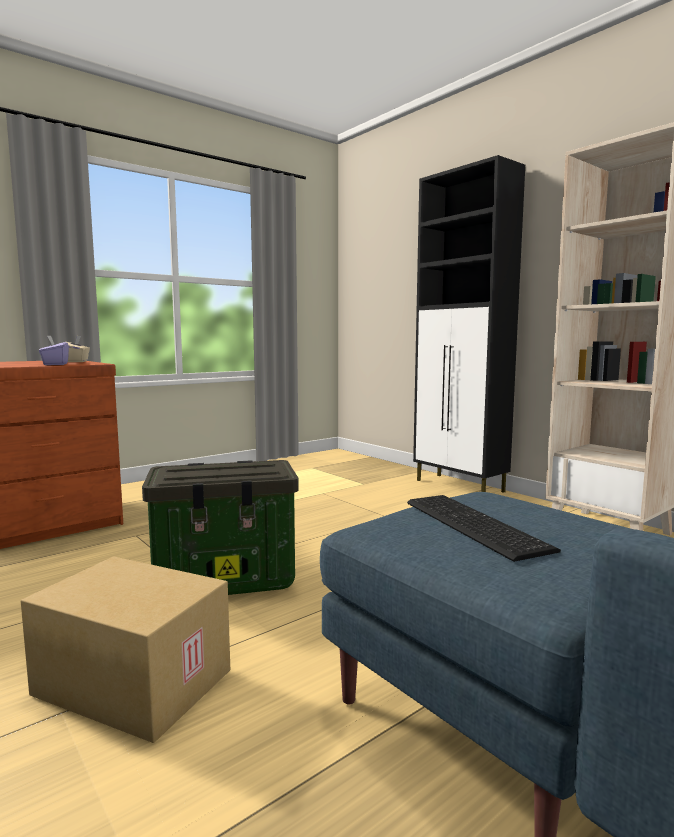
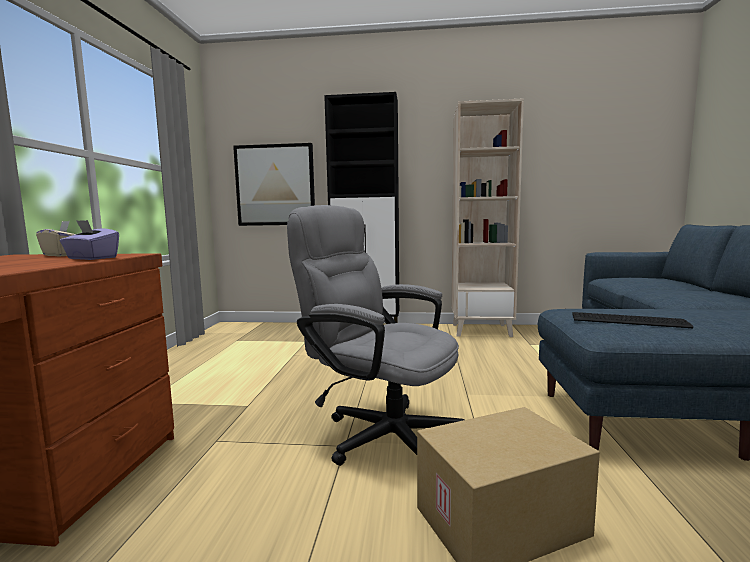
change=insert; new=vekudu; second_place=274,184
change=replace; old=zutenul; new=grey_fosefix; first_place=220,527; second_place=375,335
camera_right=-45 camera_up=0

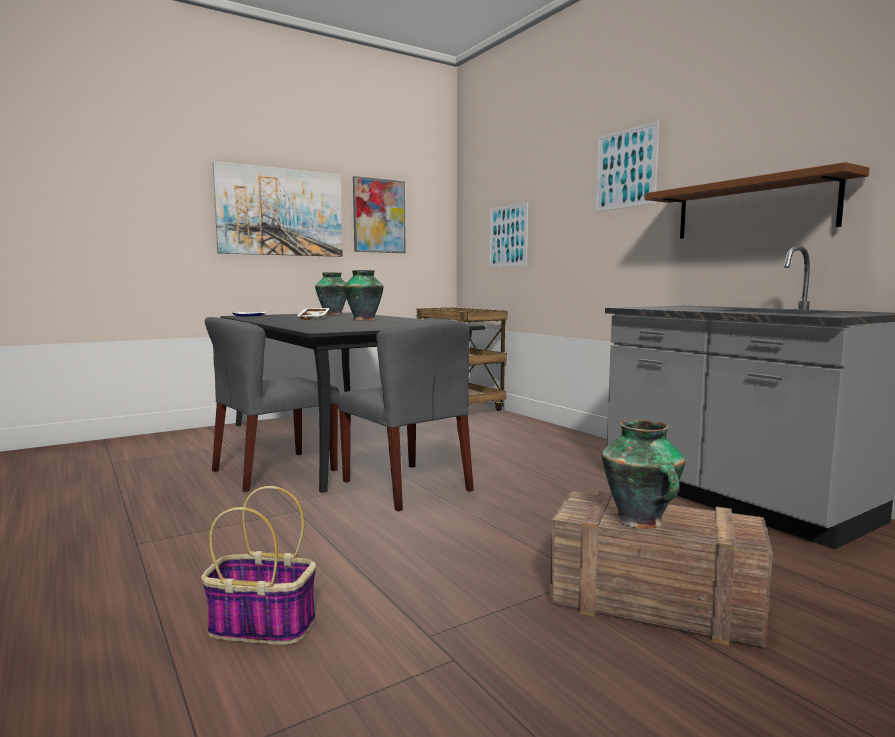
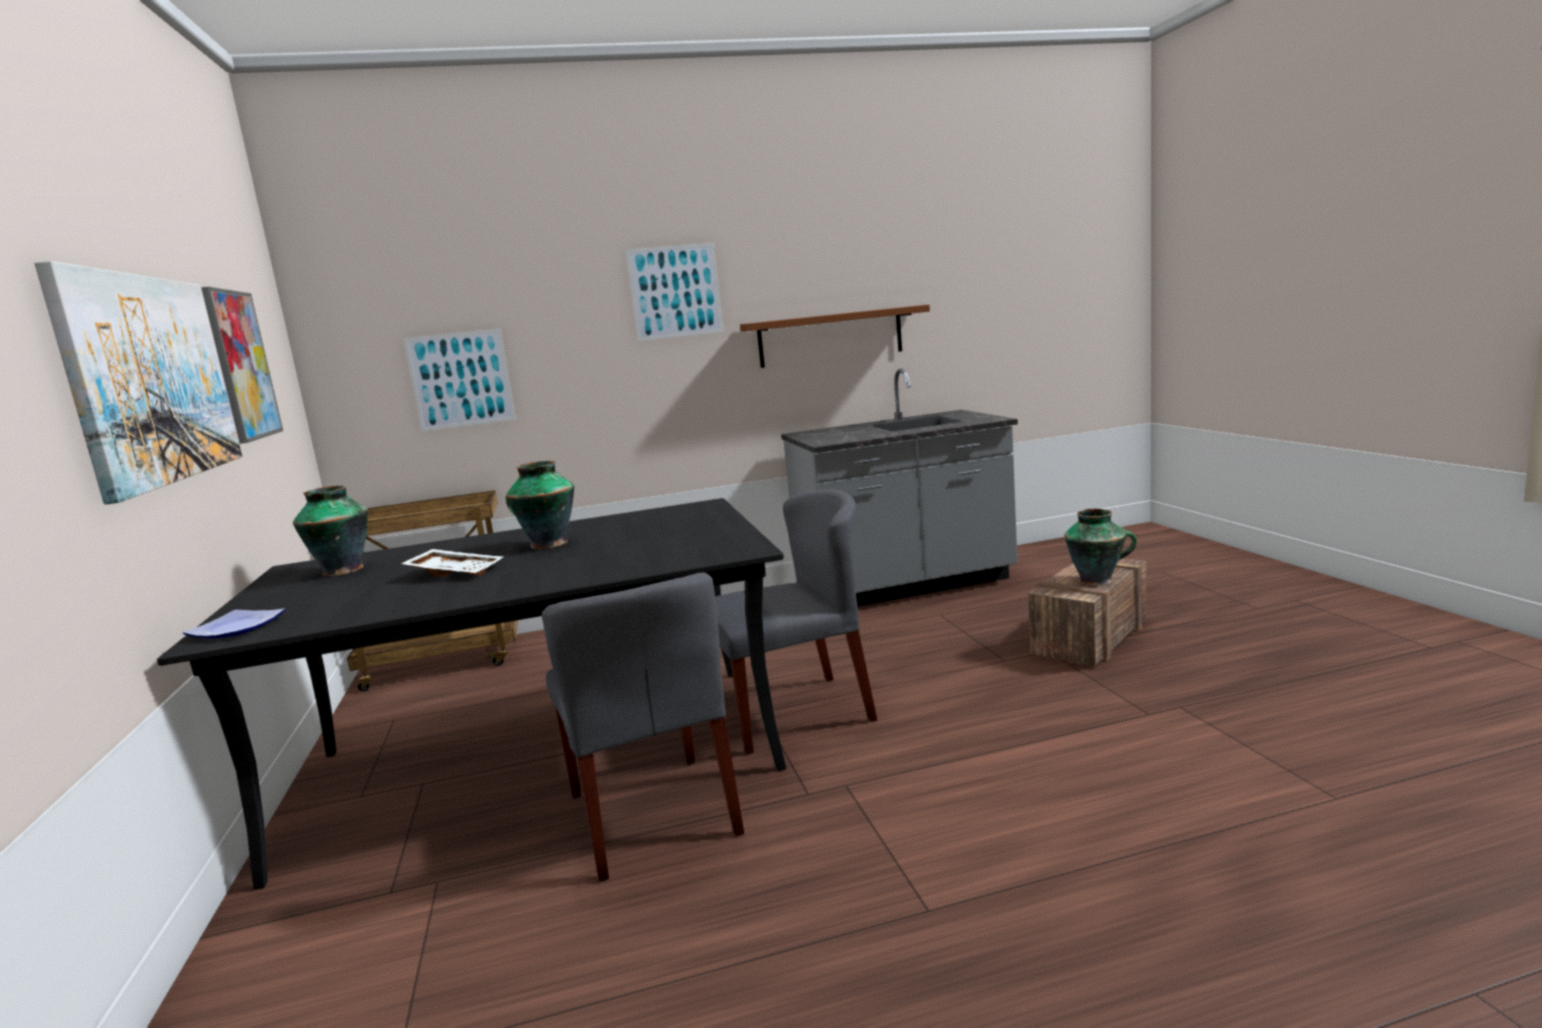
change=delete; old=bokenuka; first_place=258,565
camera_right=-70 camera_up=5

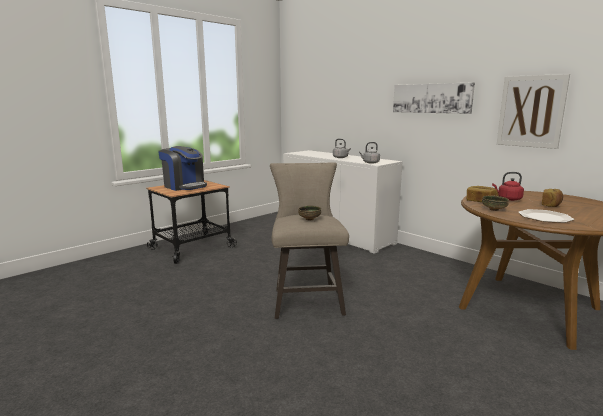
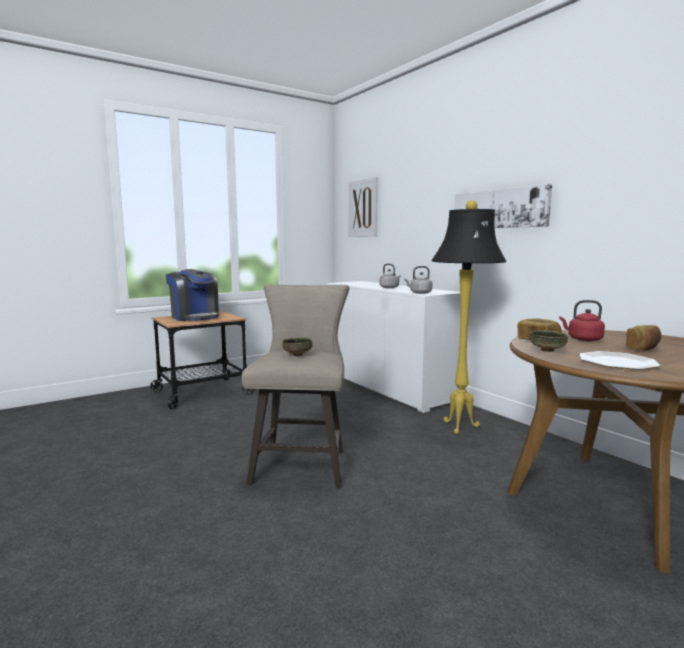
change=insert; new=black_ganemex; second_place=469,317
change=move; old=vekudu; first_place=533,111; second_place=363,207
camera_right=10 camera_up=-5

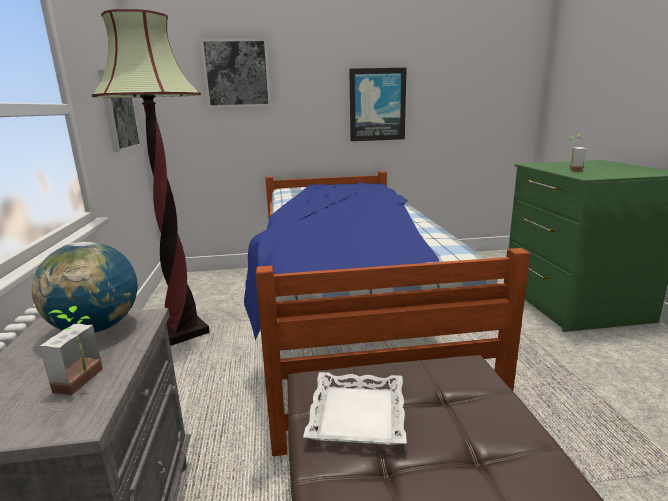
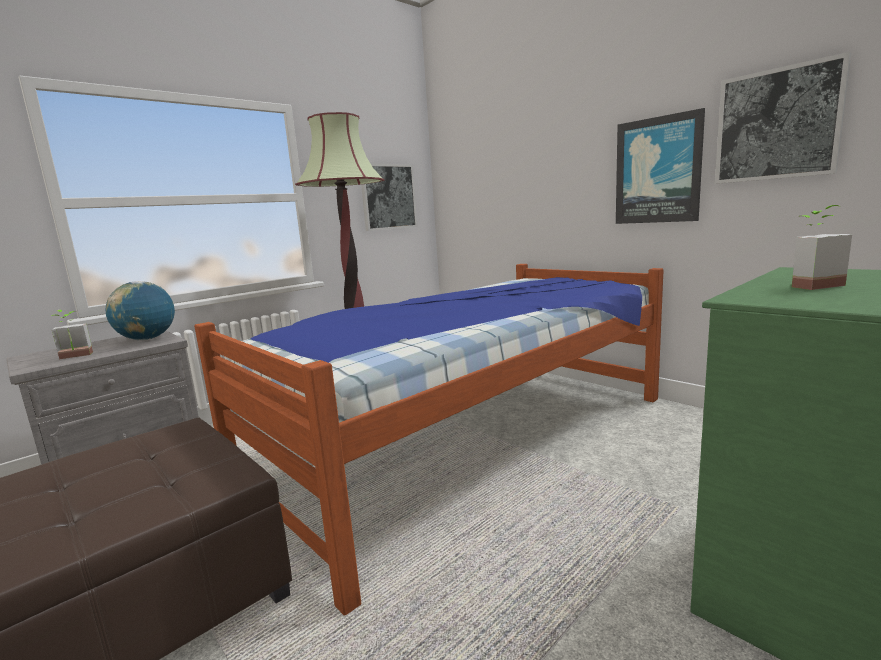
change=delete; old=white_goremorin; first_place=355,408
change=move; old=vekudu; first_place=235,73; second_place=783,118
camera_right=55 camera_up=-5

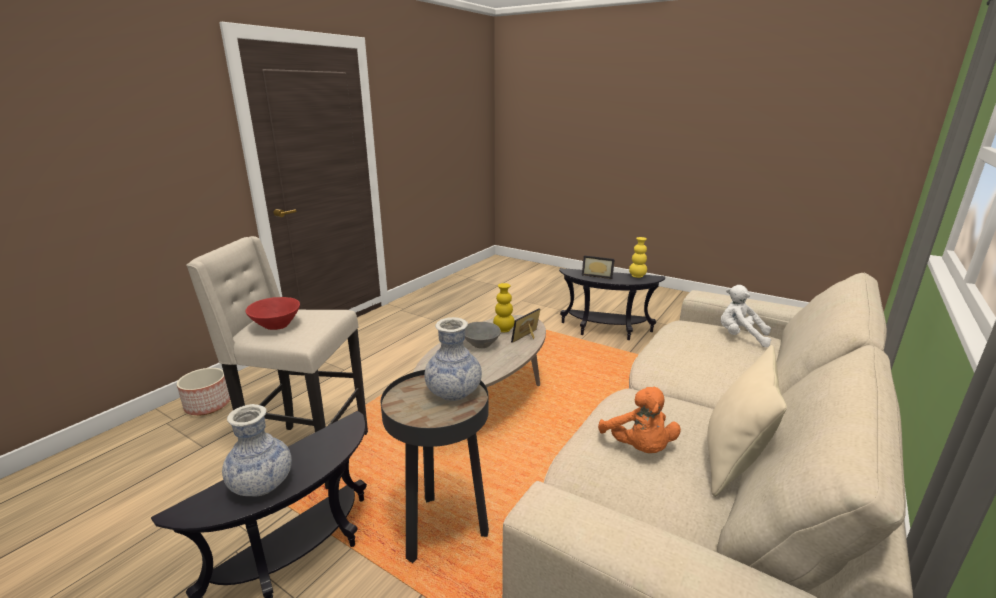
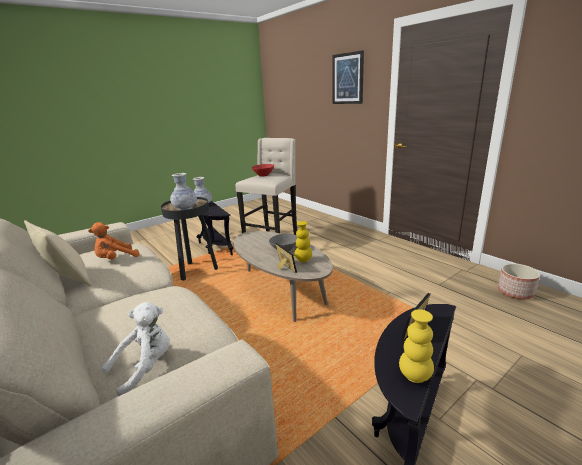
change=insert; new=vekudu; second_place=348,77
change=move; old=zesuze; first_place=203,391; second_place=519,281
change=rotate; old=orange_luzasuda; first_place=639,420; second_place=114,241; degrees=-45
camera_right=110 camera_up=0

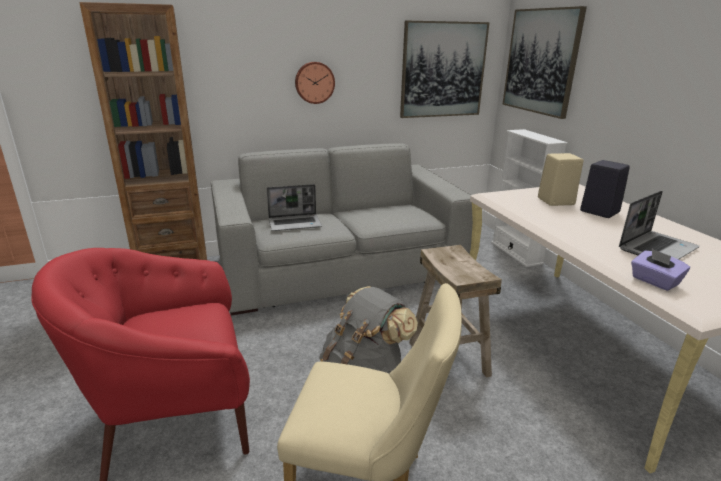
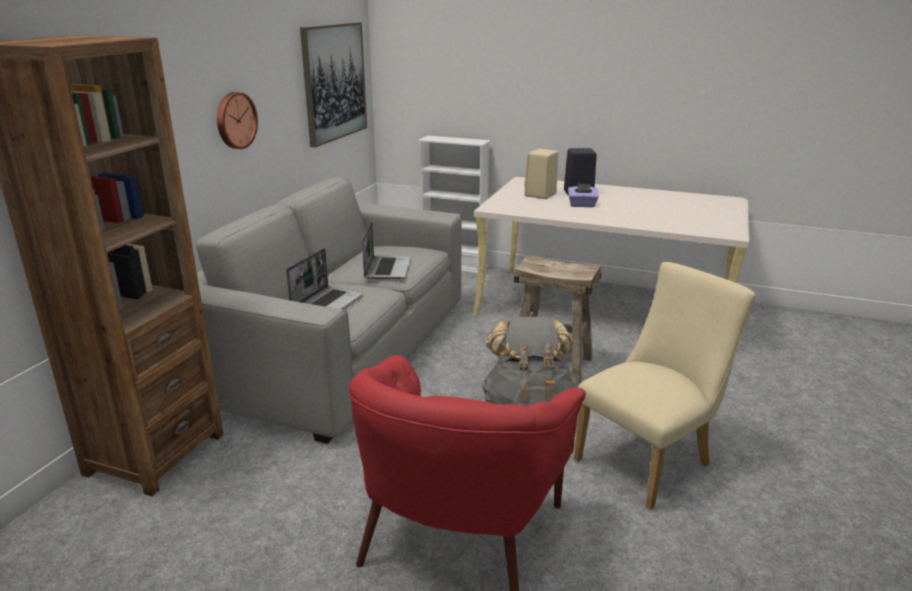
change=delete; old=vekudu; first_place=544,62
change=move; old=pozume; first_place=659,225; second_place=386,250
change=move; old=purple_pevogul; first_place=660,270; second_place=583,195
camera_right=-50 camera_up=0

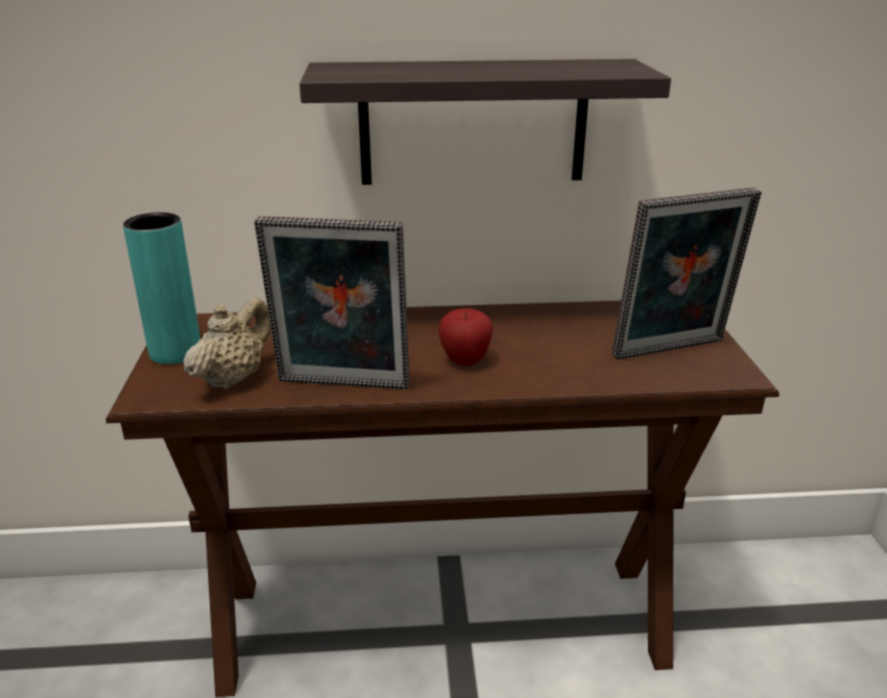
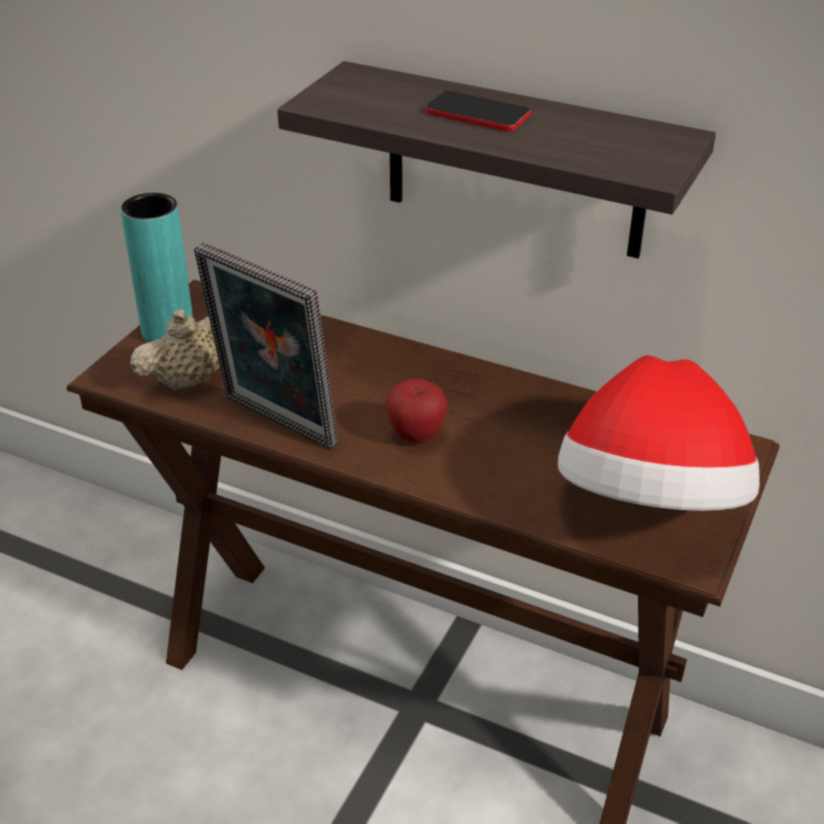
change=insert; new=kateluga; second_place=478,111
change=replace; old=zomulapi; new=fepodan; first_place=687,273; second_place=659,433
camera_right=30 camera_up=10

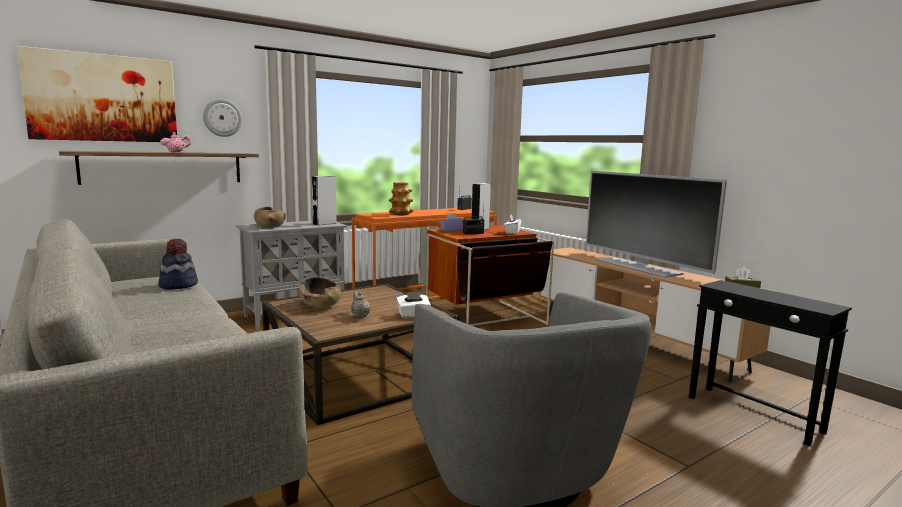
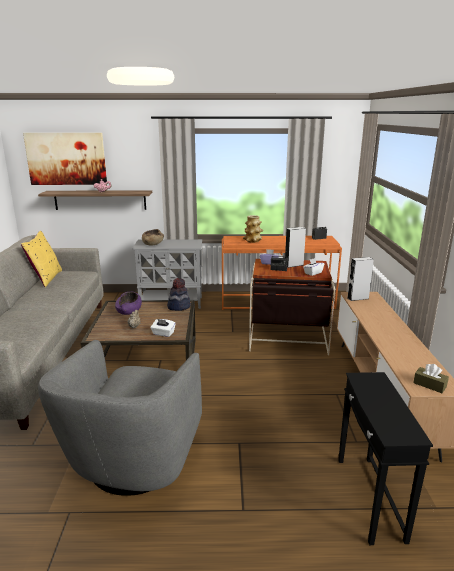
change=delete; old=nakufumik; first_place=222,118
change=delete; old=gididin; first_place=656,224
change=insert; new=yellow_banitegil; second_place=41,259
change=move; old=fepodan; first_place=178,264; second_place=179,294
change=move; old=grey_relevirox; first_place=324,201; second_place=360,279
change=recolor; old=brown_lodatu; new=purple_lodatu; first_place=320,292; second_place=128,303
camera_right=35 camera_up=10

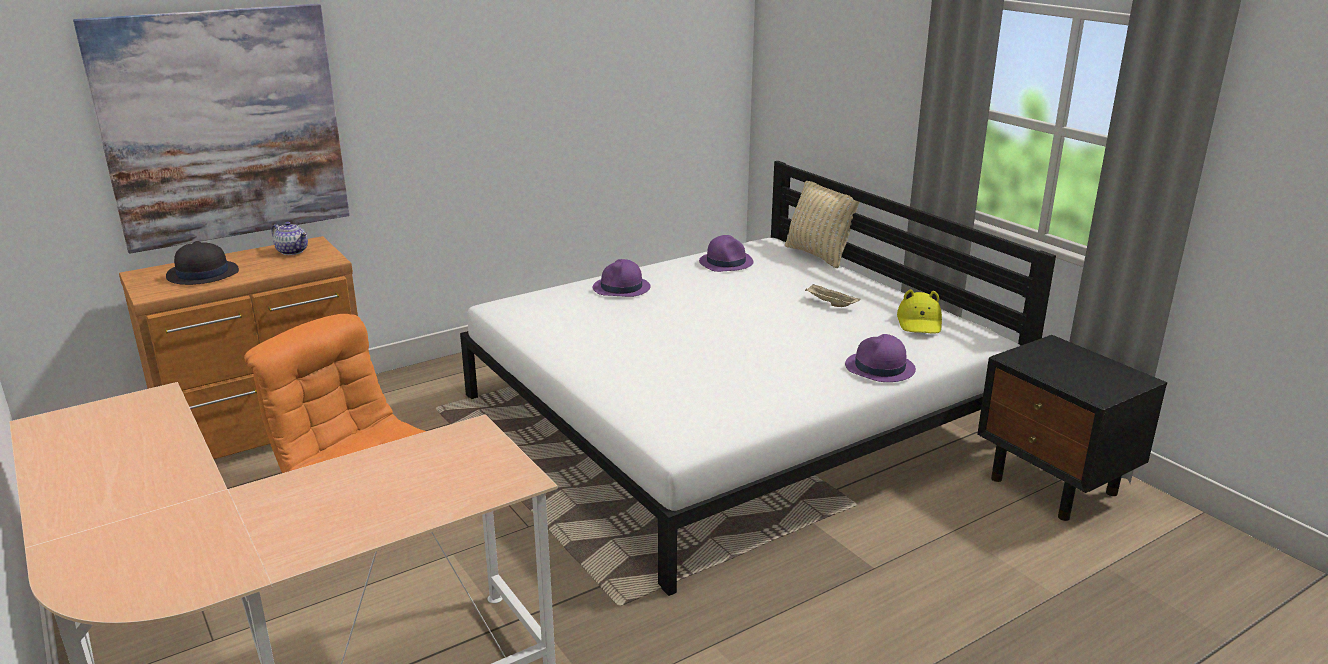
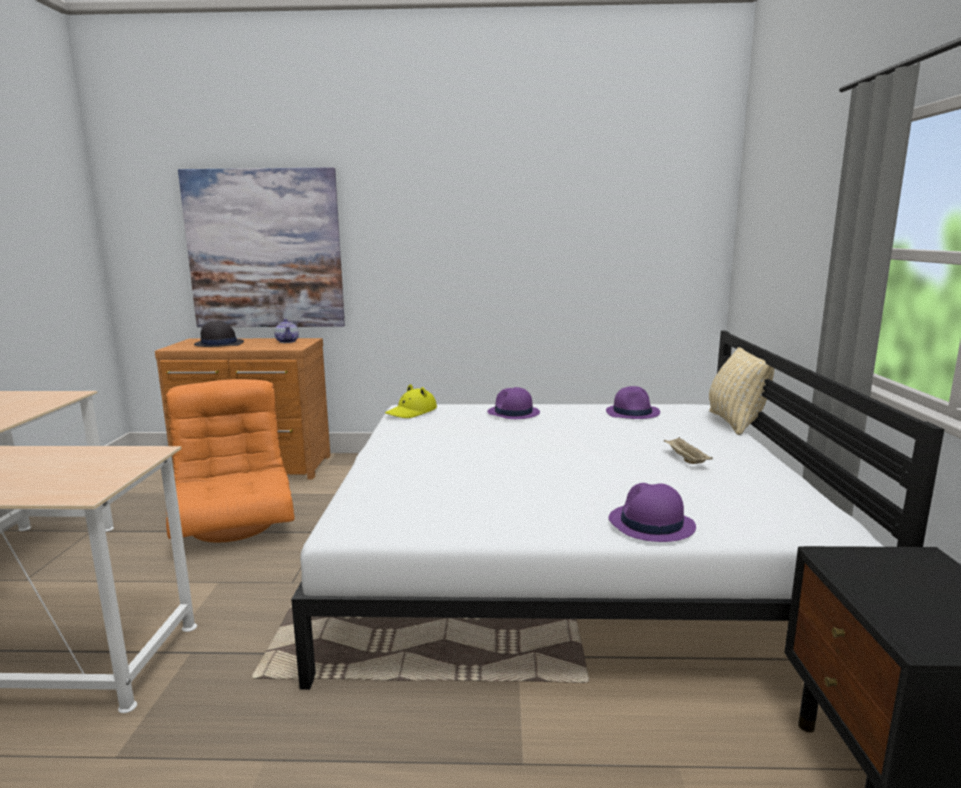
change=move; old=yellow_fepodan; first_place=919,311; second_place=411,401
camera_right=35 camera_up=-10

